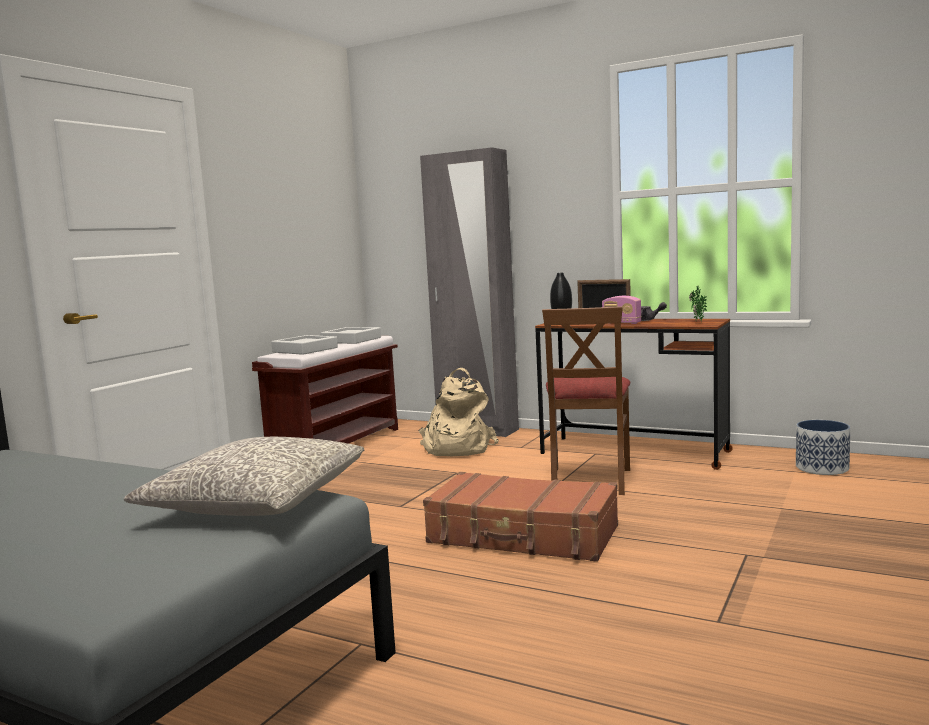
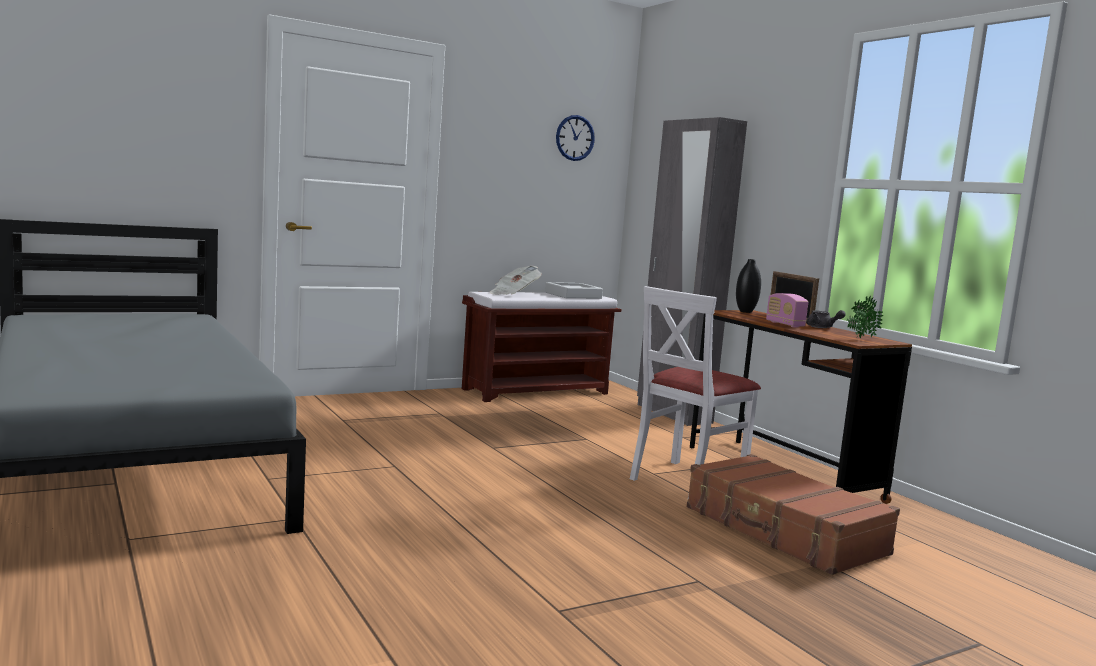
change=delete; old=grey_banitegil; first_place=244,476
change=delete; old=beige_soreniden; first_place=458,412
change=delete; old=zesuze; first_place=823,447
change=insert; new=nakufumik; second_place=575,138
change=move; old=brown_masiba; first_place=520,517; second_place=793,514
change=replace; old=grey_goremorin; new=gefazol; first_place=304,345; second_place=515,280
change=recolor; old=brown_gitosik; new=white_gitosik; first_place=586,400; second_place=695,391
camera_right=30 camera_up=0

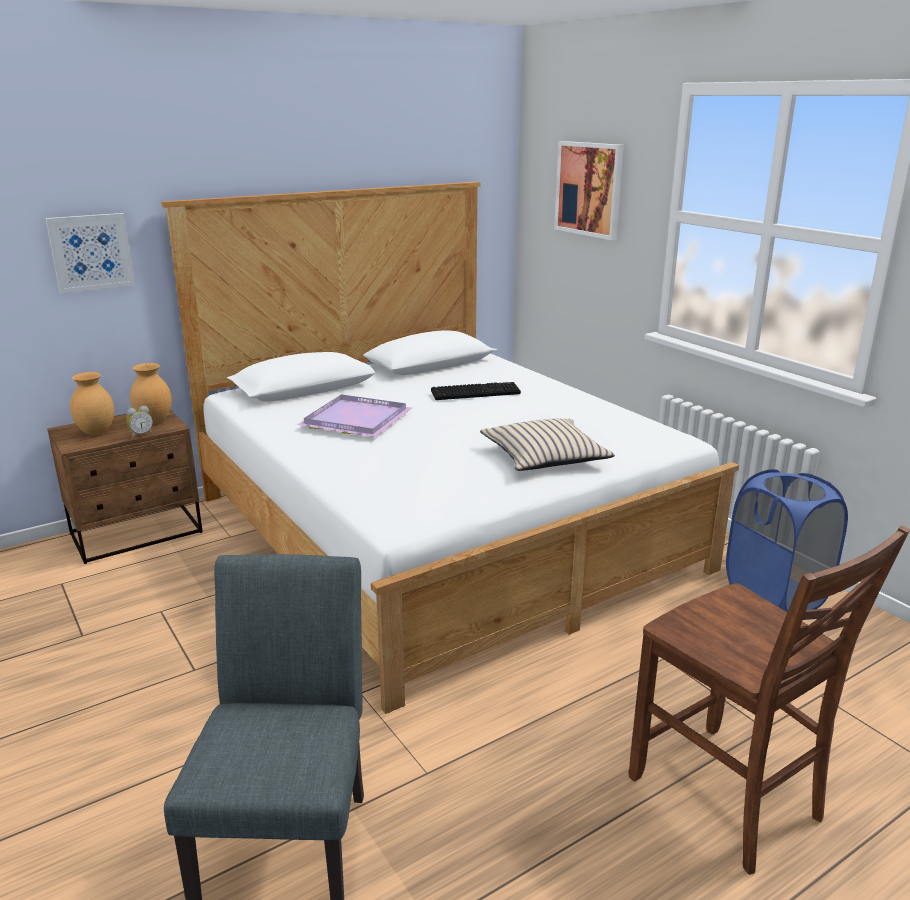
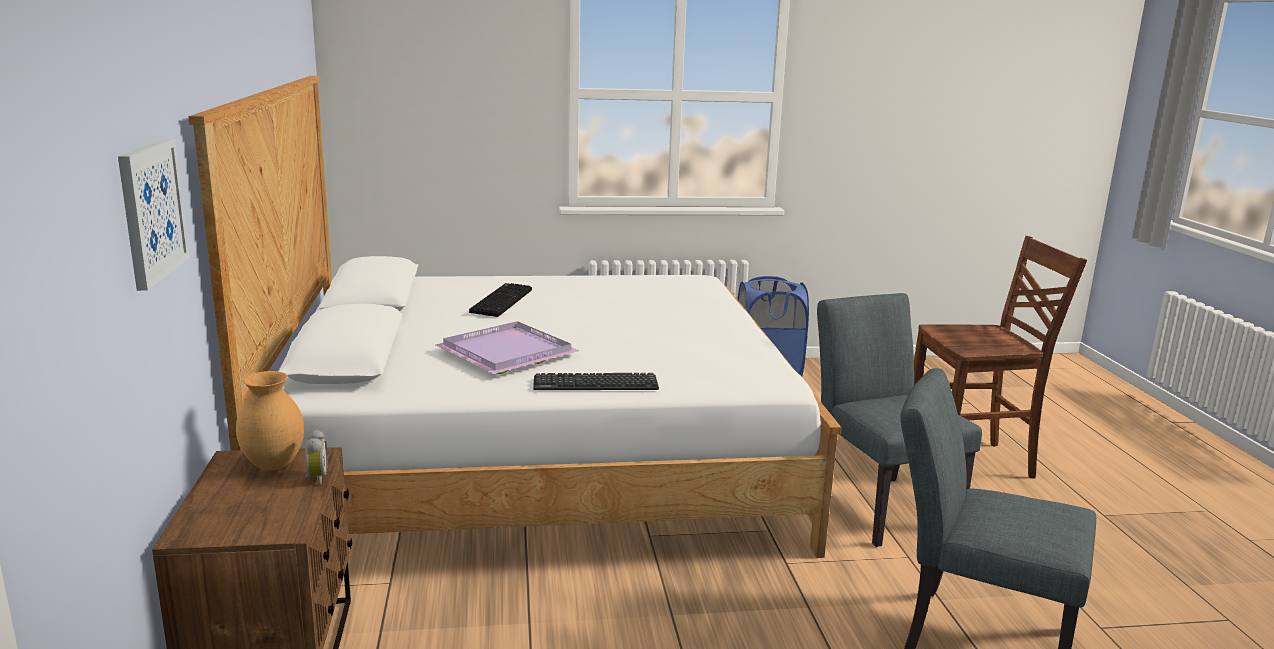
change=delete; old=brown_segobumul; first_place=92,403
change=delete; old=beige_banitegil; first_place=547,445
change=delete; old=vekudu; first_place=589,190
change=insert; new=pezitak; second_place=596,381
change=insert; new=grey_gitosik; second_place=899,420
camera_right=-65 camera_up=-5

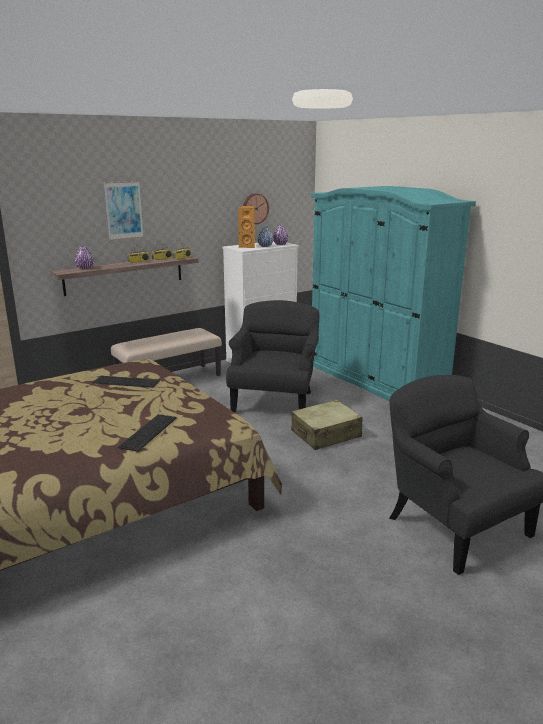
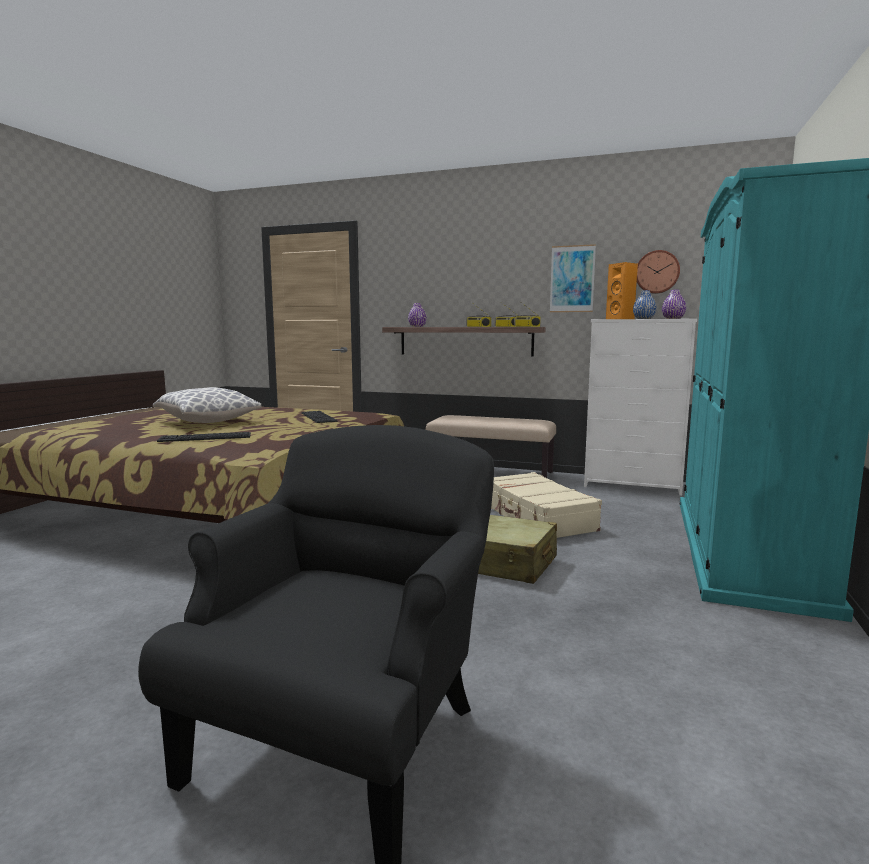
change=insert; new=banitegil; second_place=207,405
change=move; old=vekudu; first_place=124,210; second_place=573,278
change=replace; old=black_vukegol; new=beige_masiba; first_place=272,356; second_place=546,505
camera_right=55 camera_up=-10

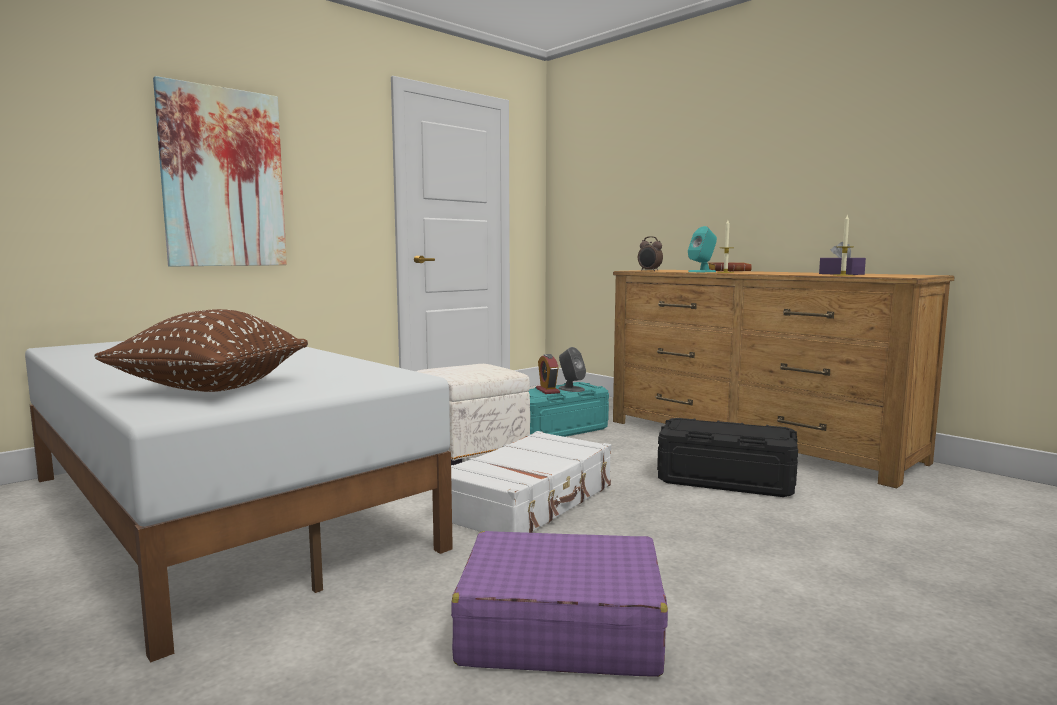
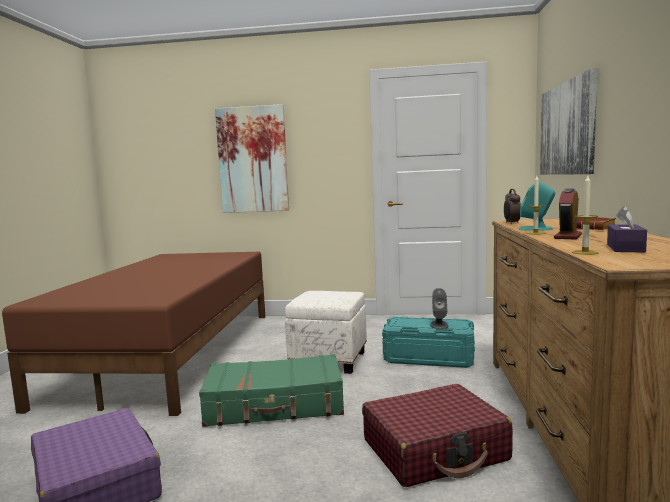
change=delete; old=brown_banitegil; first_place=201,350
change=insert; new=vekudu; second_place=569,121
change=move; old=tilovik; first_place=548,374; second_place=568,213
change=replace; old=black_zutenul; new=red_masiba; first_place=727,457; second_place=437,435
change=recolor; old=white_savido; new=brown_savido; first_place=239,502; second_place=133,334
change=recolor; old=white_masiba; new=green_masiba; first_place=531,482; second_place=271,390
camera_right=50 camera_up=0

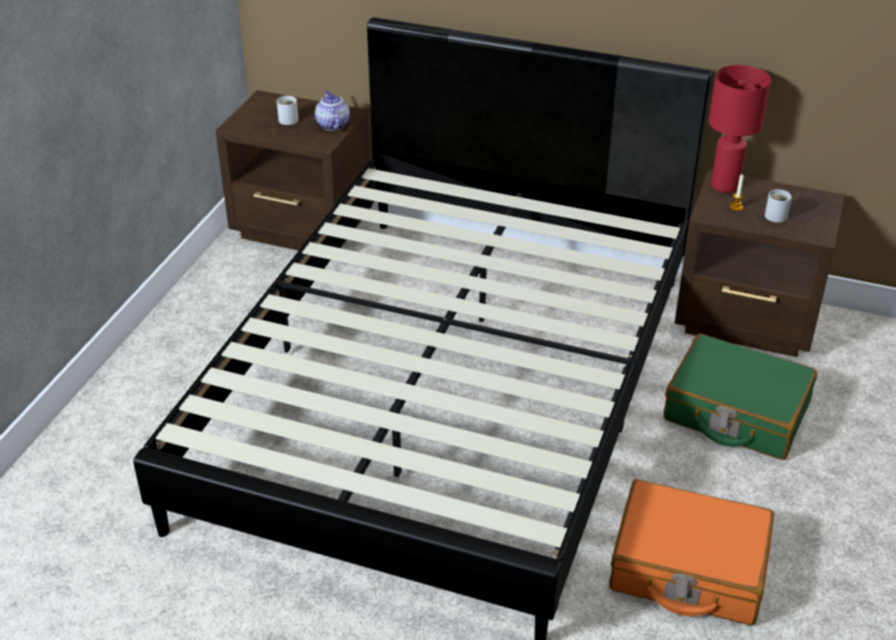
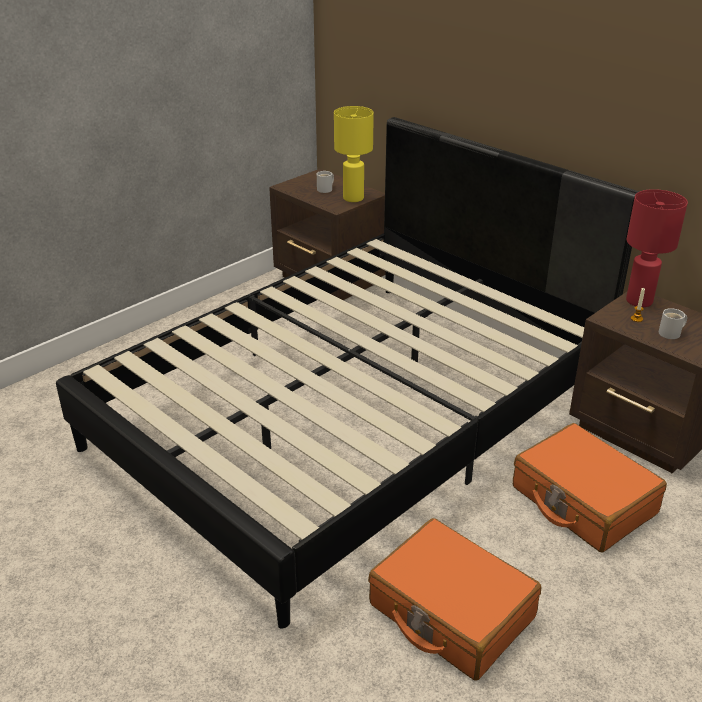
change=replace; old=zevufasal; new=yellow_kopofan; first_place=332,110; second_place=354,154
change=recolor; old=green_masiba; new=orange_masiba; first_place=740,397; second_place=590,487
camera_right=25 camera_up=-5

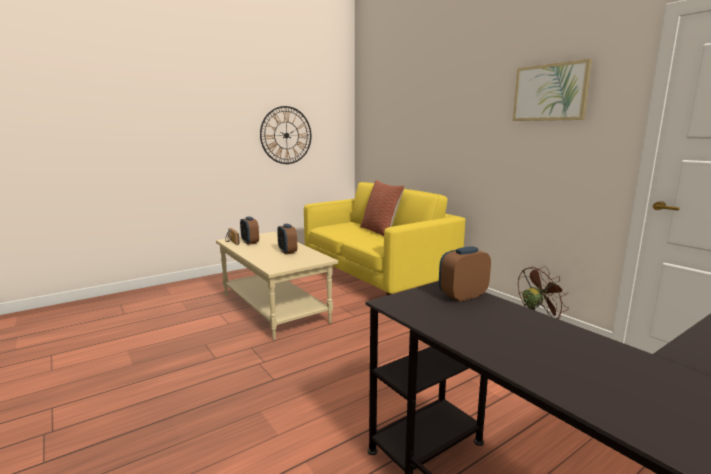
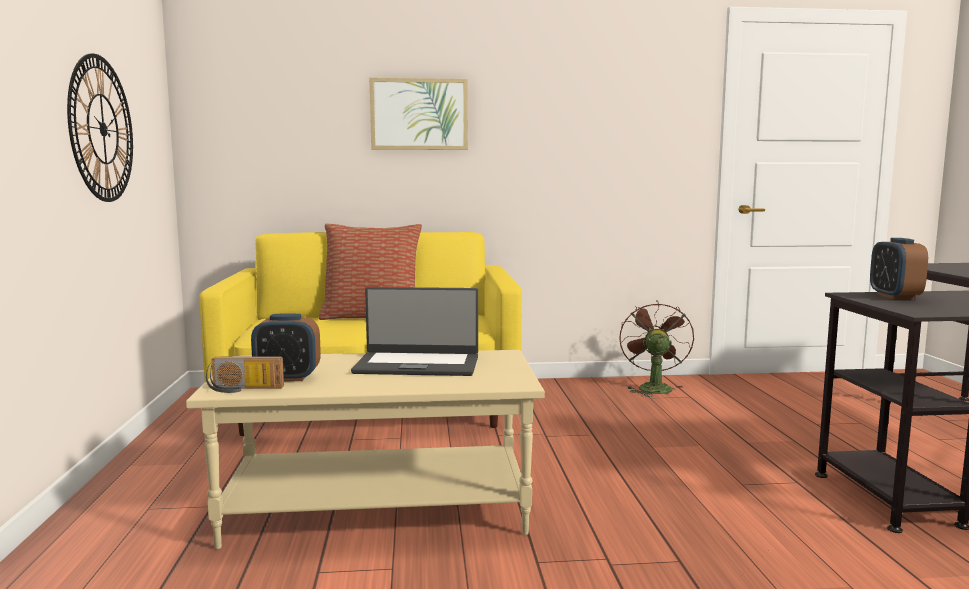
change=move; old=vekudu; first_place=552,90; second_place=418,114
change=replace; old=tilovik; new=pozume; first_place=287,239; second_place=414,331
camera_right=-60 camera_up=-5

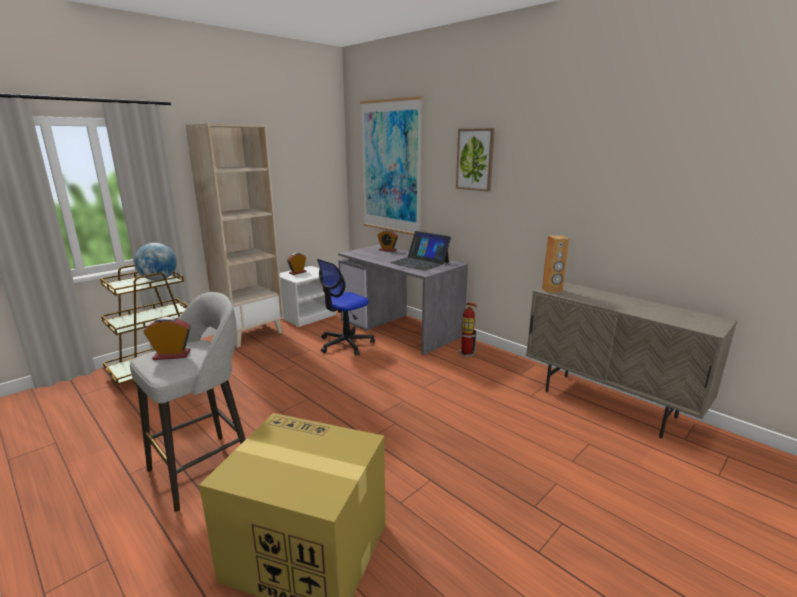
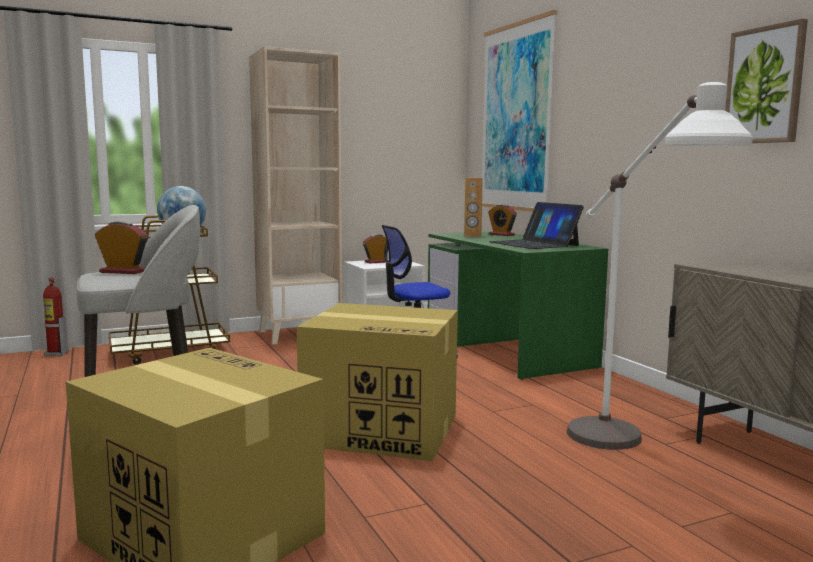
change=insert; new=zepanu; second_place=377,382
change=insert; new=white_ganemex; second_place=660,266
change=move; old=vekudu; first_place=475,160; second_place=766,81
change=move; old=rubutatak; first_place=468,329; second_place=56,317
change=move; old=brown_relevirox; first_place=555,264; second_place=473,207
change=recolor; old=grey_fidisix; new=green_fidisix; first_place=403,299; second_place=518,305
camera_right=20 camera_up=-10

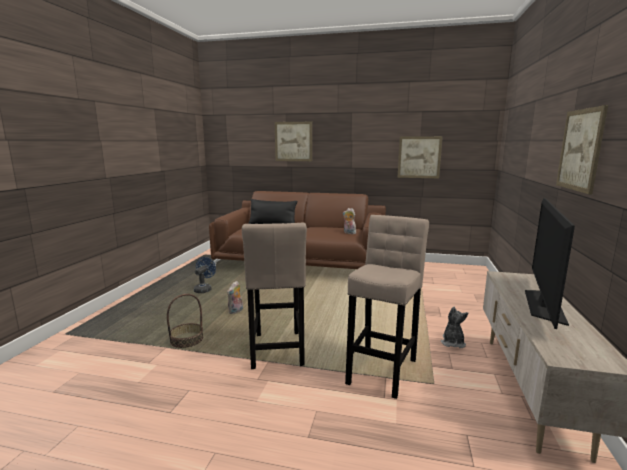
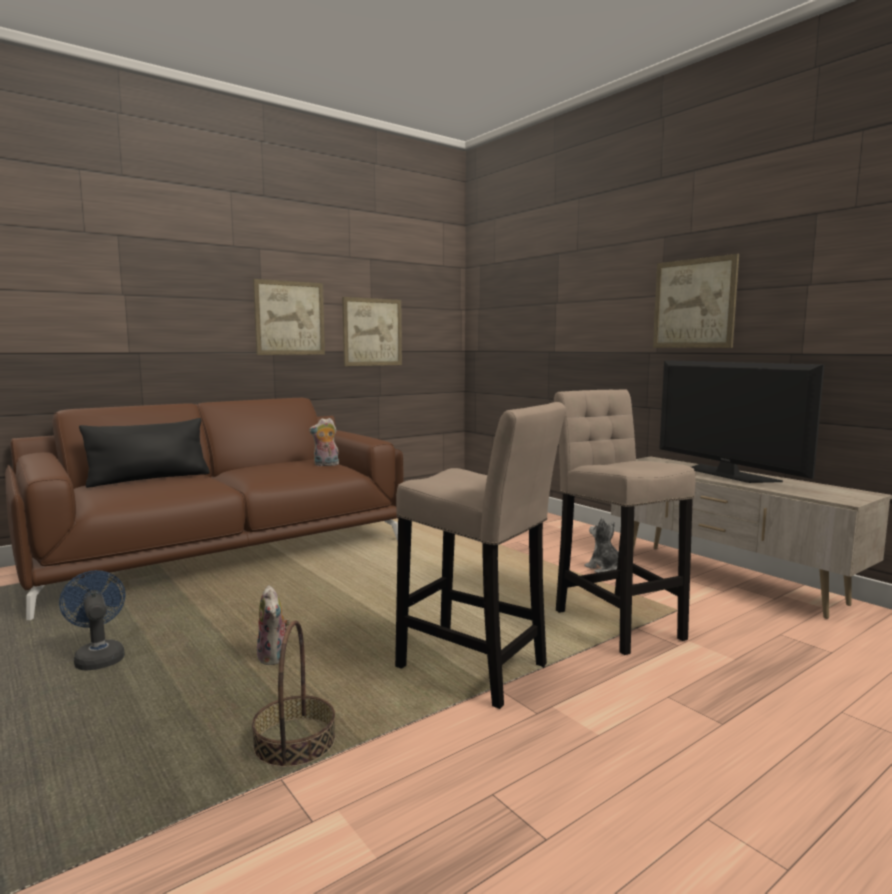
change=move; old=vekudu; first_place=293,141; second_place=289,317
camera_right=-50 camera_up=-5

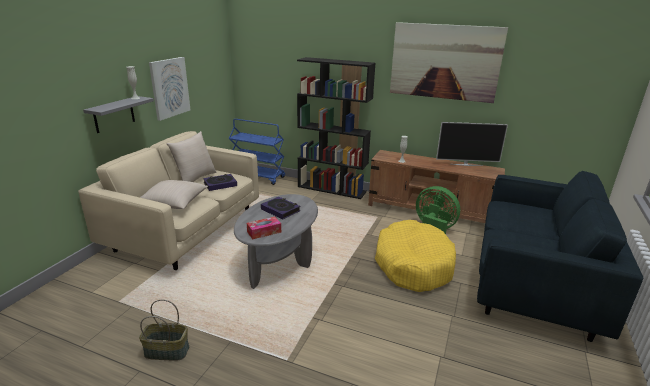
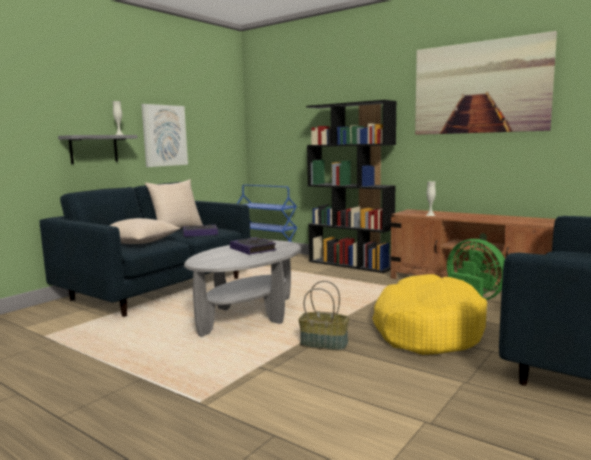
change=delete; old=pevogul; first_place=264,228
change=delete; old=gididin; first_place=472,144
change=move; old=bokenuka; first_place=164,330; second_place=323,316
change=recolor; old=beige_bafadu; new=blue_bafadu; first_place=168,200; second_place=145,249
camera_right=15 camera_up=-15

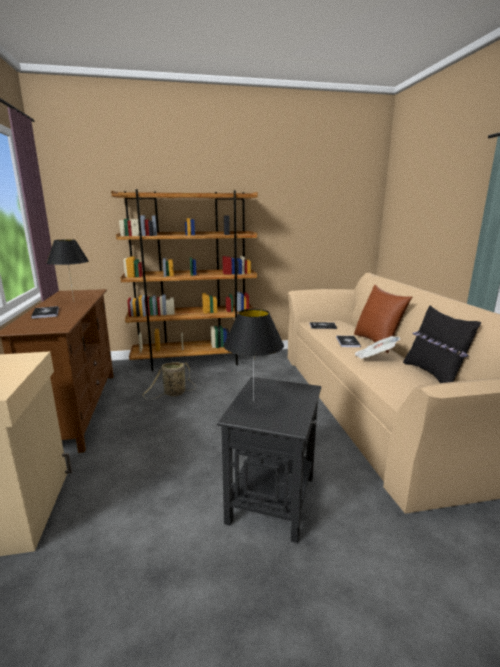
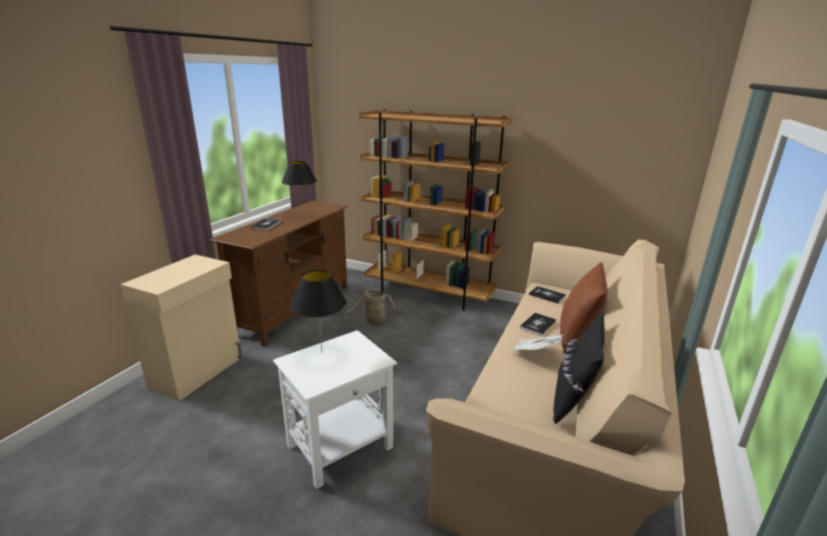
change=recolor; old=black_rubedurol; new=white_rubedurol; first_place=269,460; second_place=335,409
camera_right=35 camera_up=5

